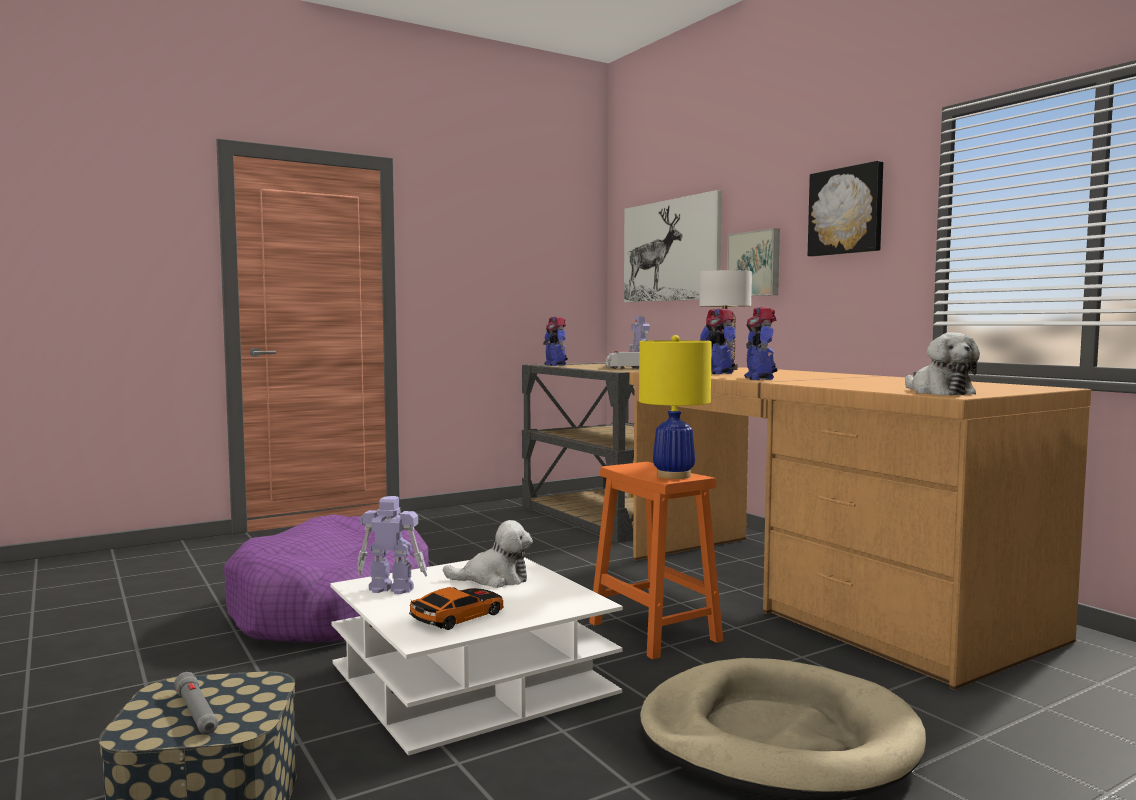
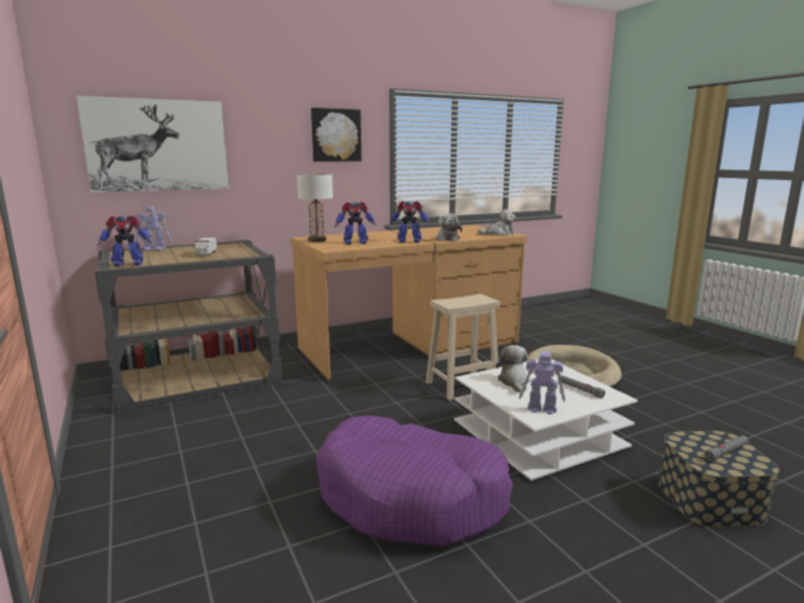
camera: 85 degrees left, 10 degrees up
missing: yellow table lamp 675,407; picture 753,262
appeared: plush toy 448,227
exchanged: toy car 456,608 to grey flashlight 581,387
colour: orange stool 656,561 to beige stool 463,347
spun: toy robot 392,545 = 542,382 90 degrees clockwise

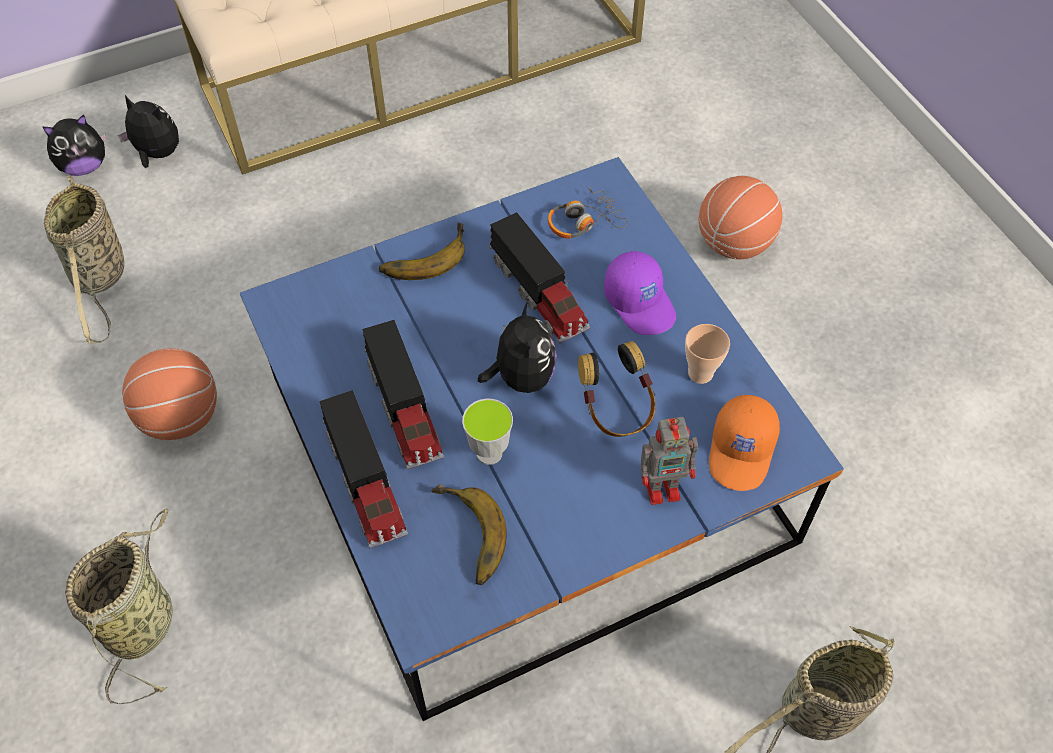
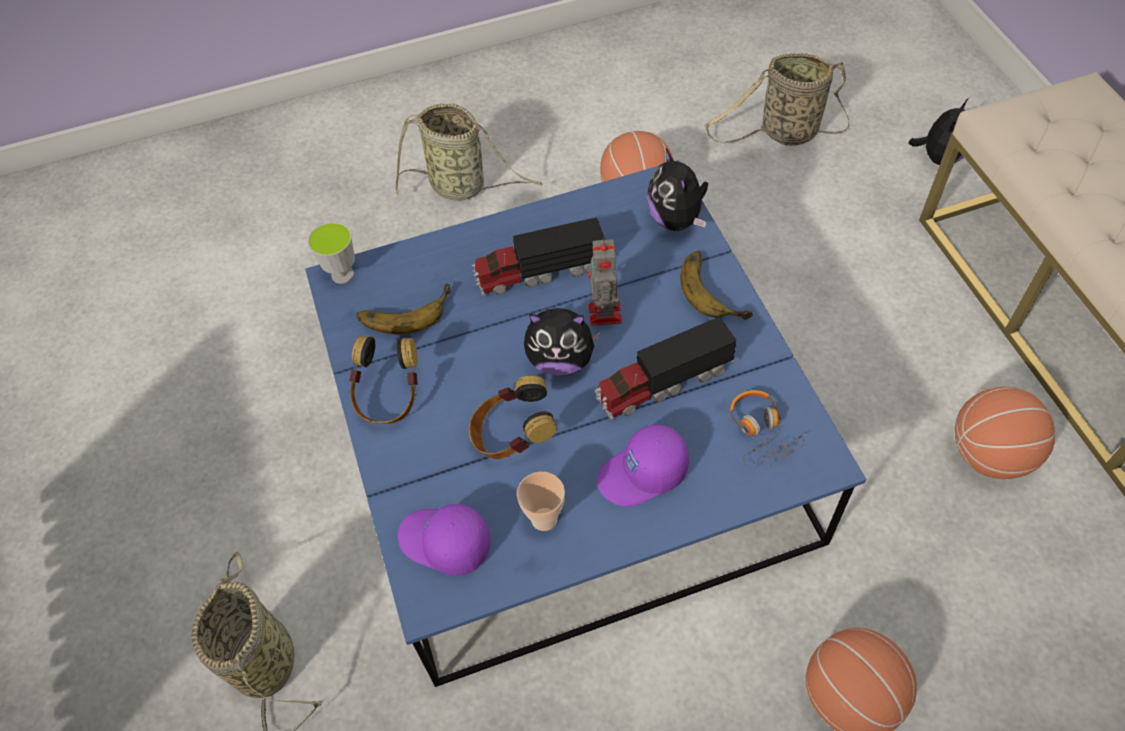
camera: 100 degrees right, 0 degrees up
missing: toy truck 363,469
appeared: headphones 383,380; basketball 1005,433
relocated: plush toy 74,145 to 677,189; cup 487,431 to 331,253; toy robot 669,461 to 605,281
colour: orange cap 744,443 to purple cap 444,539

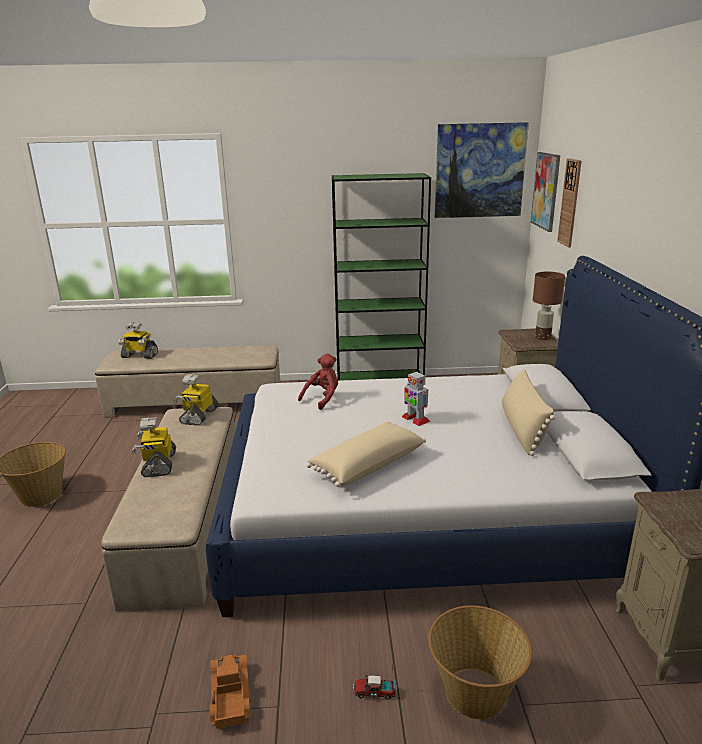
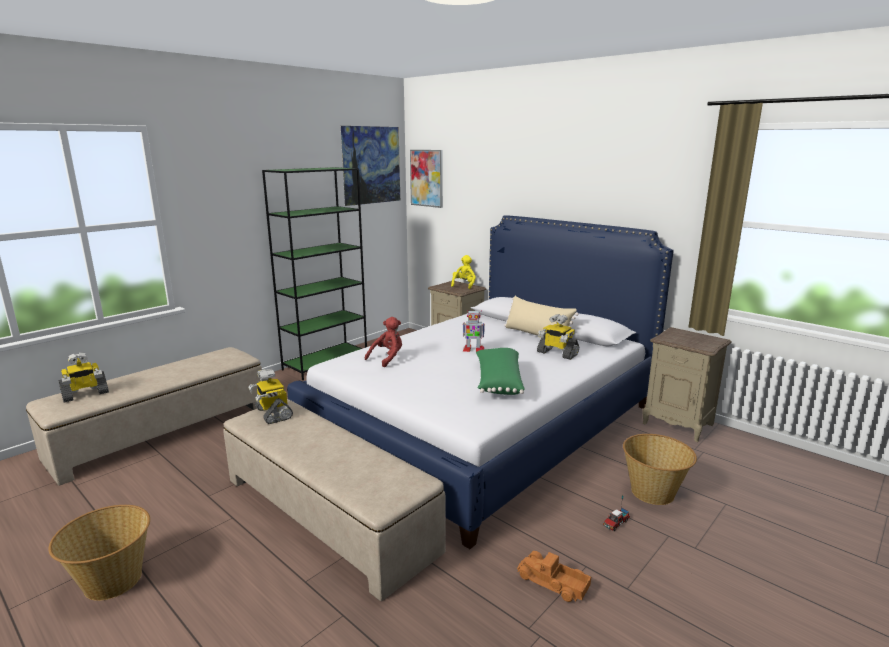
camera: 45 degrees left, 5 degrees down
missing: wall clock 569,202
relocated: toy robot 154,447 to 558,337
exchanged: brown table lamp 549,306 to yellow plush toy 463,272
colour: beige pillow 366,454 to green pillow 500,371
spun: red plush toy 318,381 = 383,342 45 degrees clockwise

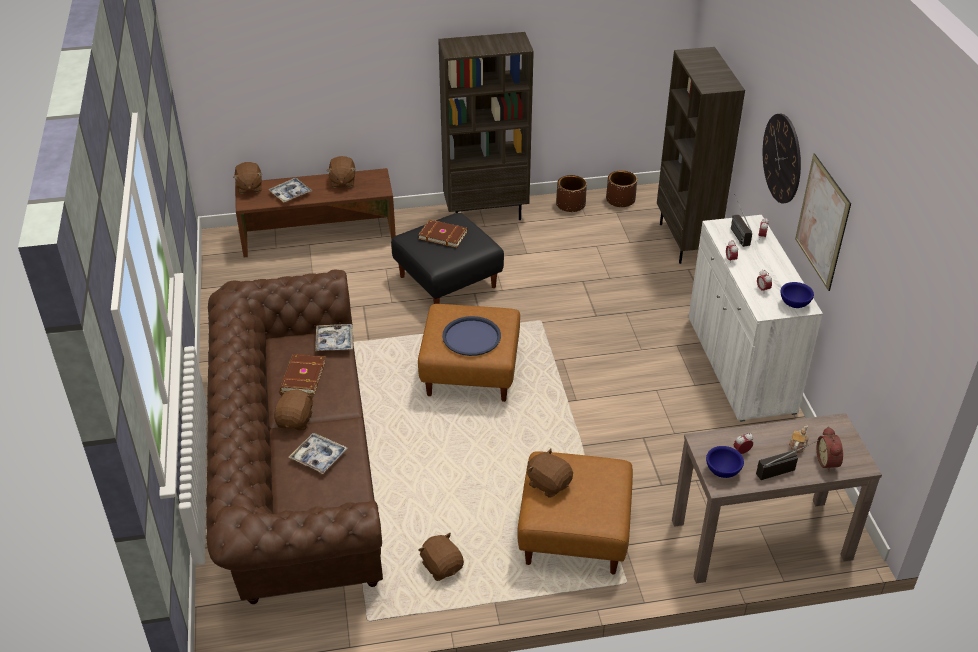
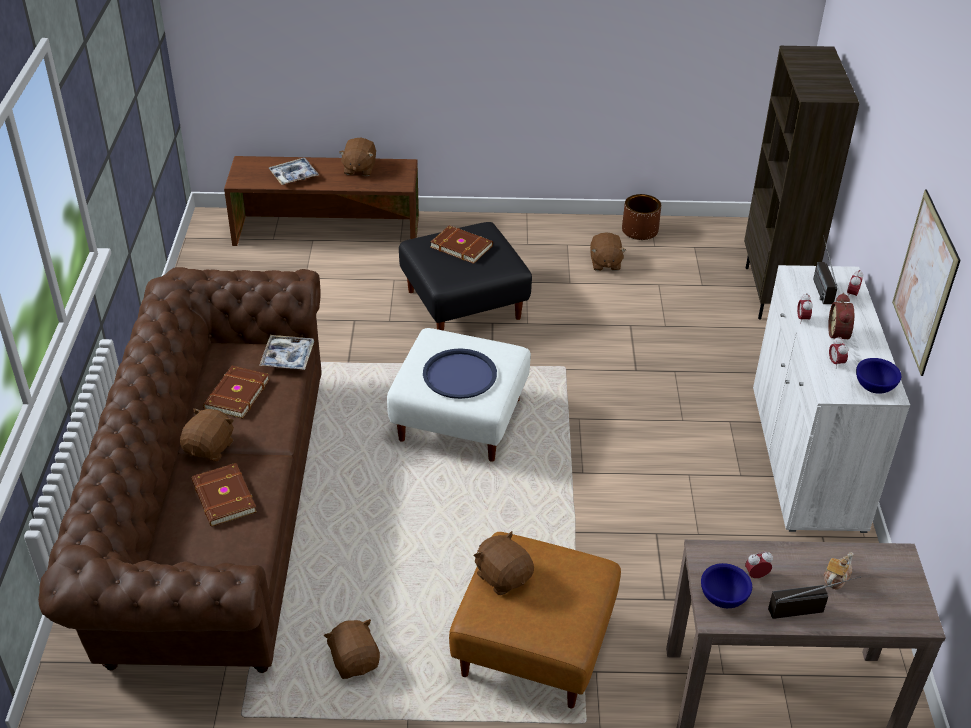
camera: 10 degrees right, 0 degrees up
missing: brown bookcase 486,126; brown planter 621,188; wall clock 782,158
relocated: brown plush toy 247,178 to 608,251; alarm clock 830,449 to 841,316
exchanged: tray 318,453 to brown book 224,495
colour: brown ottoman 469,353 to white ottoman 459,394

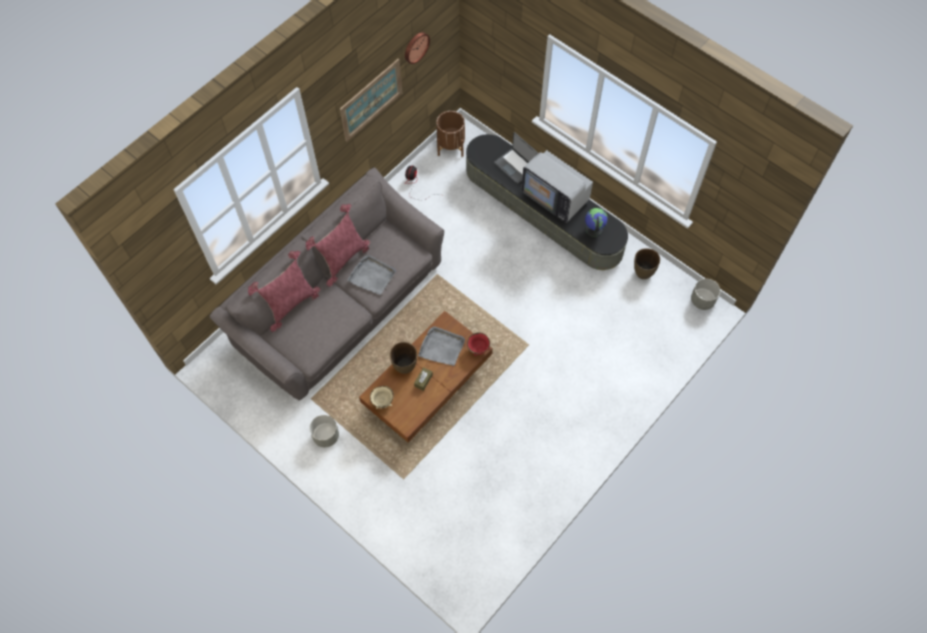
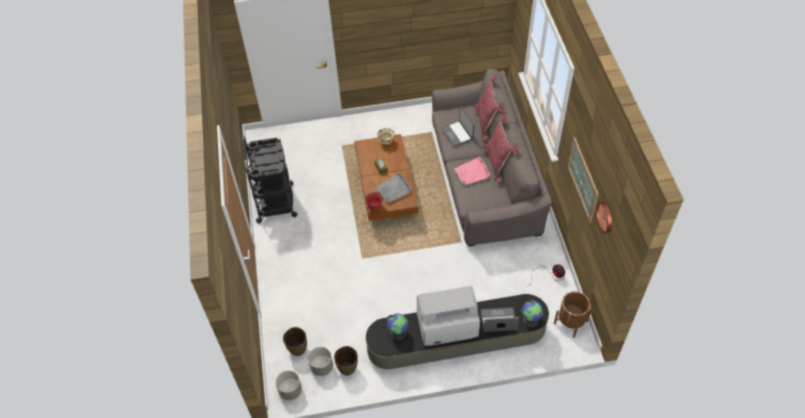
camera: 130 degrees right, 10 degrees down
appeared: black cart 269,179; laptop 457,126; globe 532,313
relocated: grey planter 324,431 to 320,361; brown vase 403,358 to 295,341
colour: grey tray 371,275 to pink tray 472,171

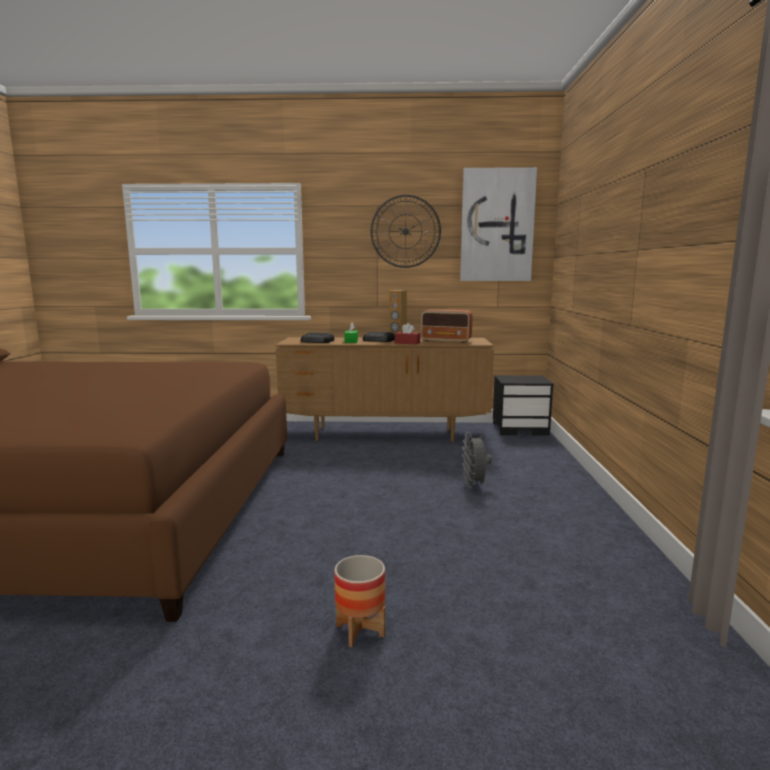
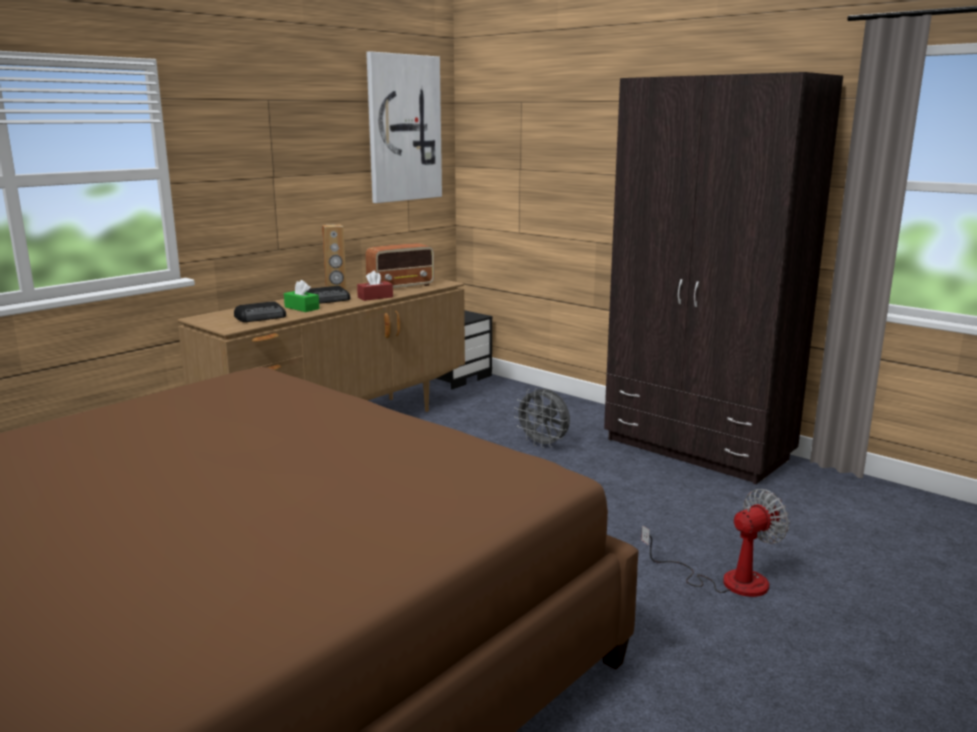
camera: 50 degrees left, 5 degrees up
missing: wall clock 406,231
appeared: brown wardrobe 723,278
exchanged: planter 359,601 to fan 715,543

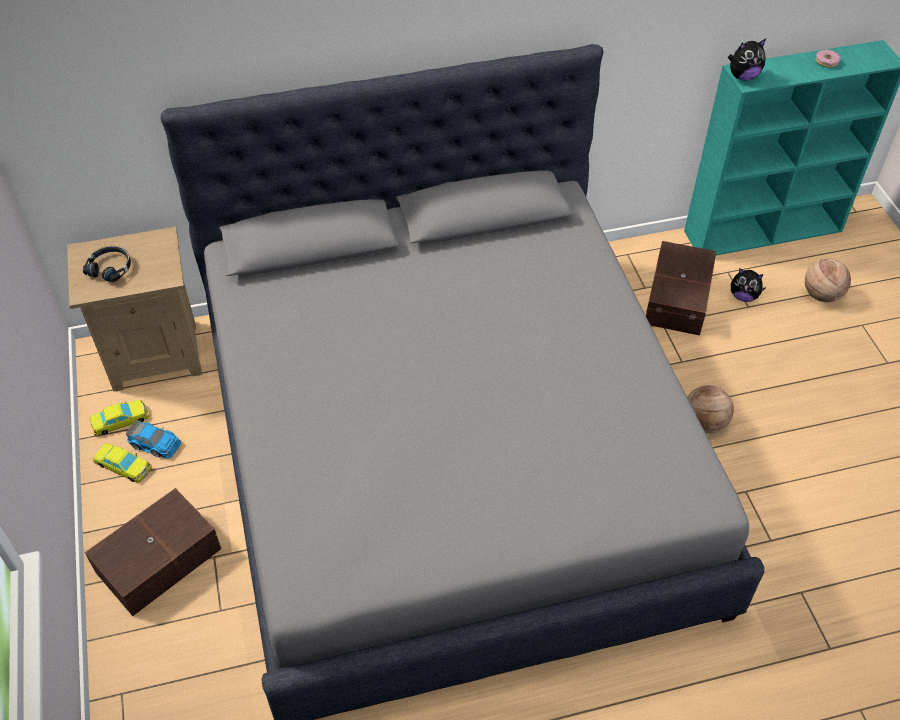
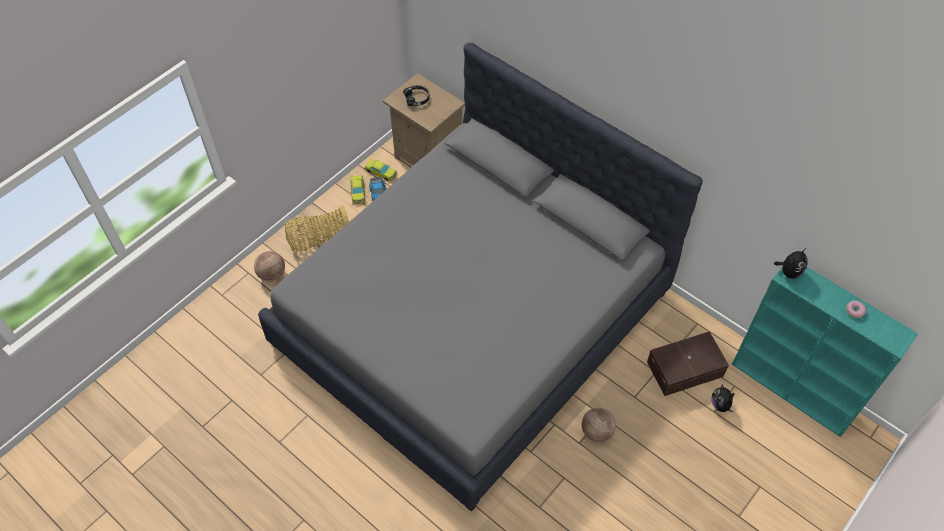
camera: 55 degrees right, 5 degrees up
relocated: basketball 828,280 to 269,266
exchanged: brown storage box 153,552 to basket 317,228
spun: plush toy 747,59 = 790,263 90 degrees counterclockwise

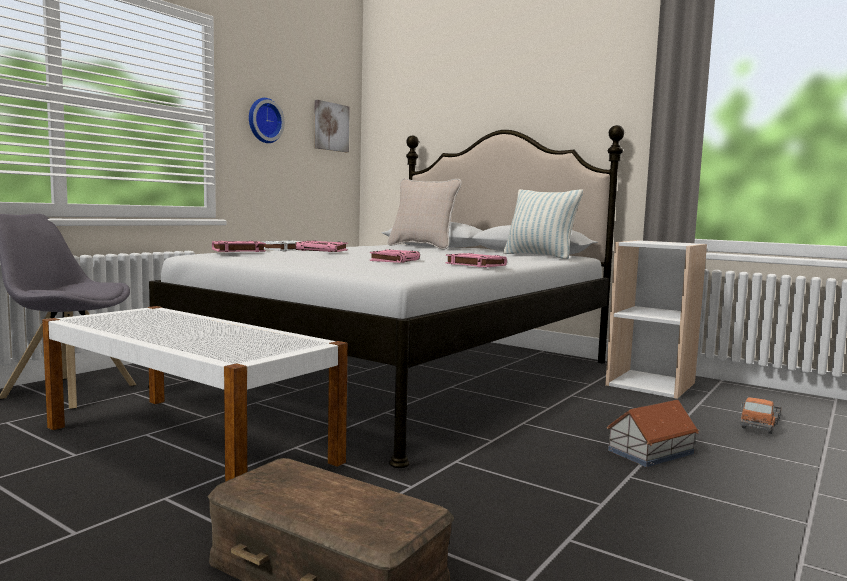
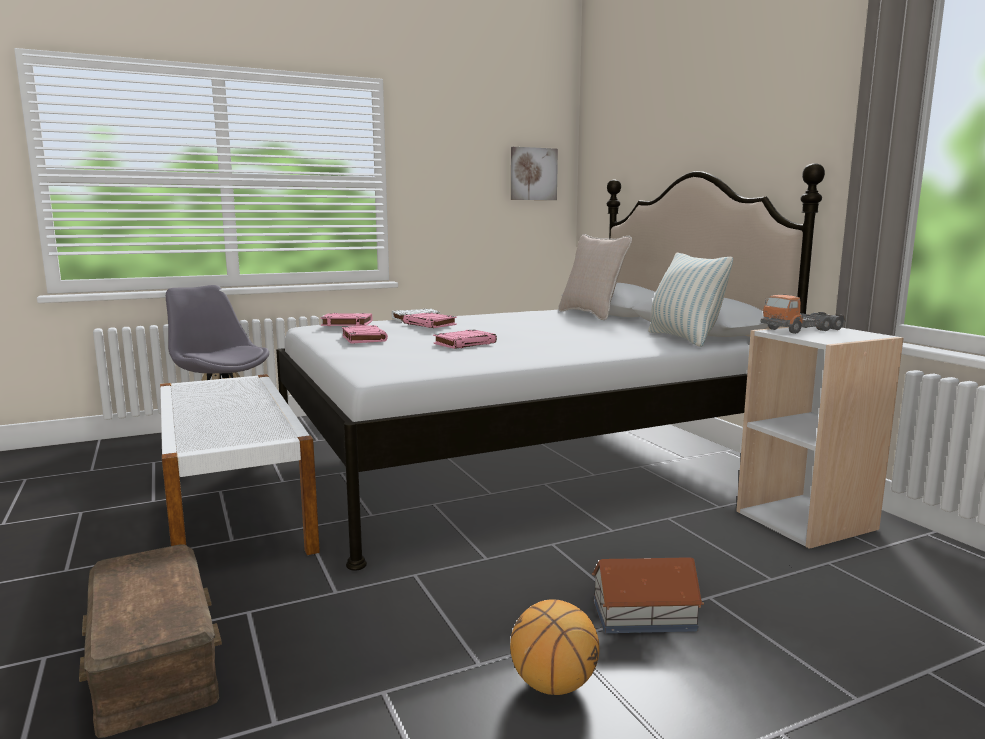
camera: 30 degrees right, 5 degrees up
missing: wall clock 267,120
appeared: basketball 555,647
relocated: pink book 476,260 to 365,334; toy truck 760,415 to 803,314

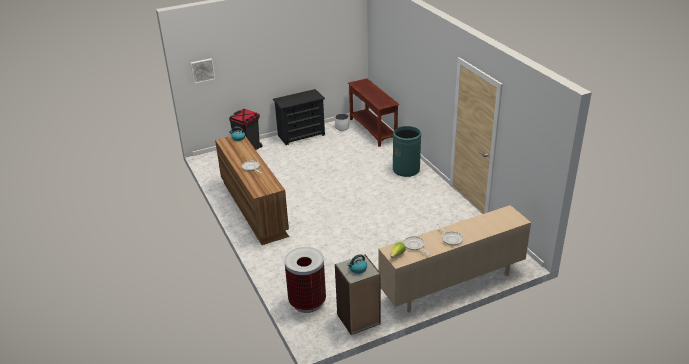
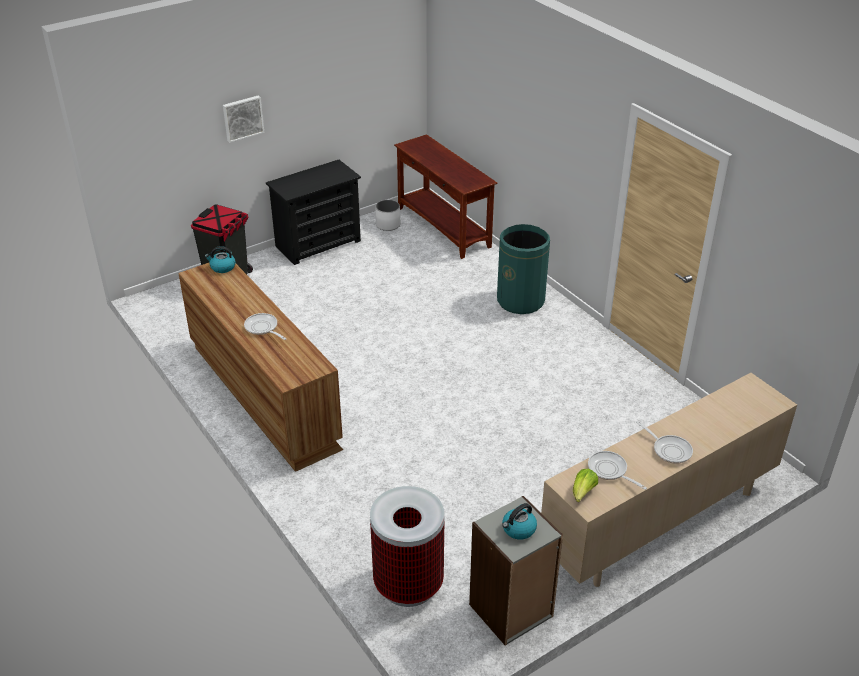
camera: 10 degrees left, 5 degrees up
relocated: picture 202,71 to 243,119

